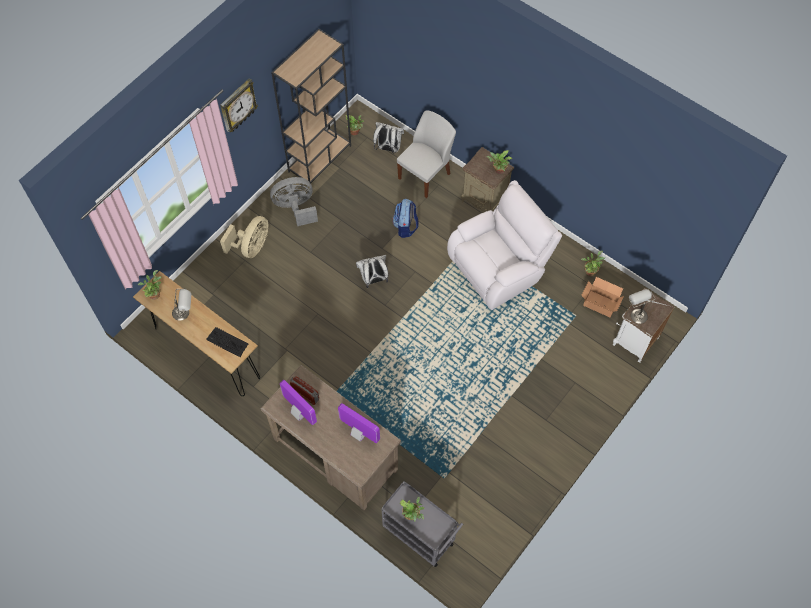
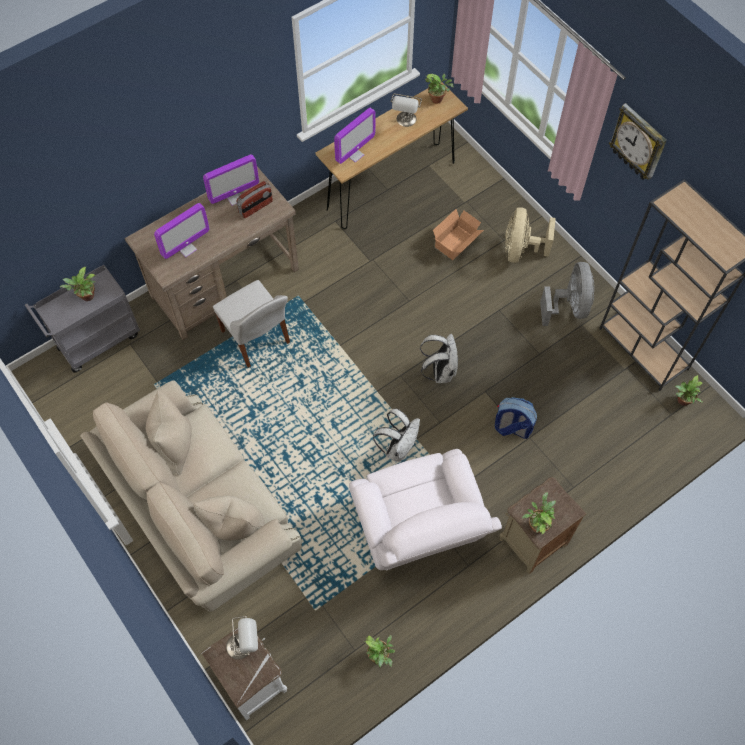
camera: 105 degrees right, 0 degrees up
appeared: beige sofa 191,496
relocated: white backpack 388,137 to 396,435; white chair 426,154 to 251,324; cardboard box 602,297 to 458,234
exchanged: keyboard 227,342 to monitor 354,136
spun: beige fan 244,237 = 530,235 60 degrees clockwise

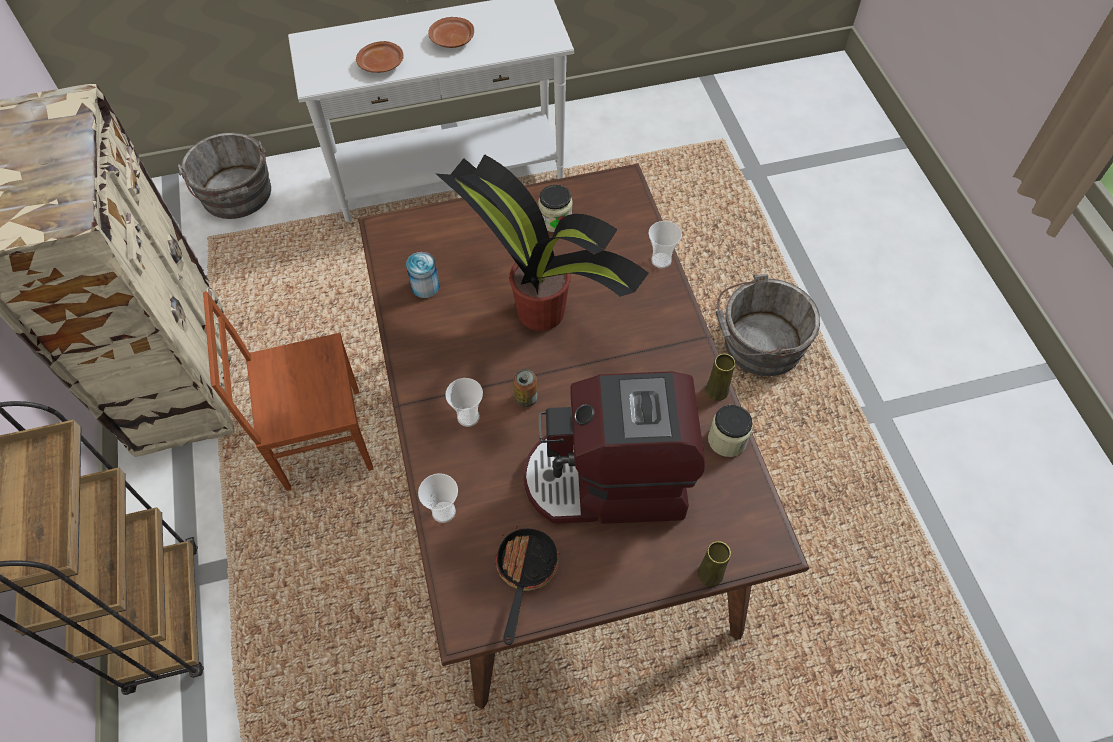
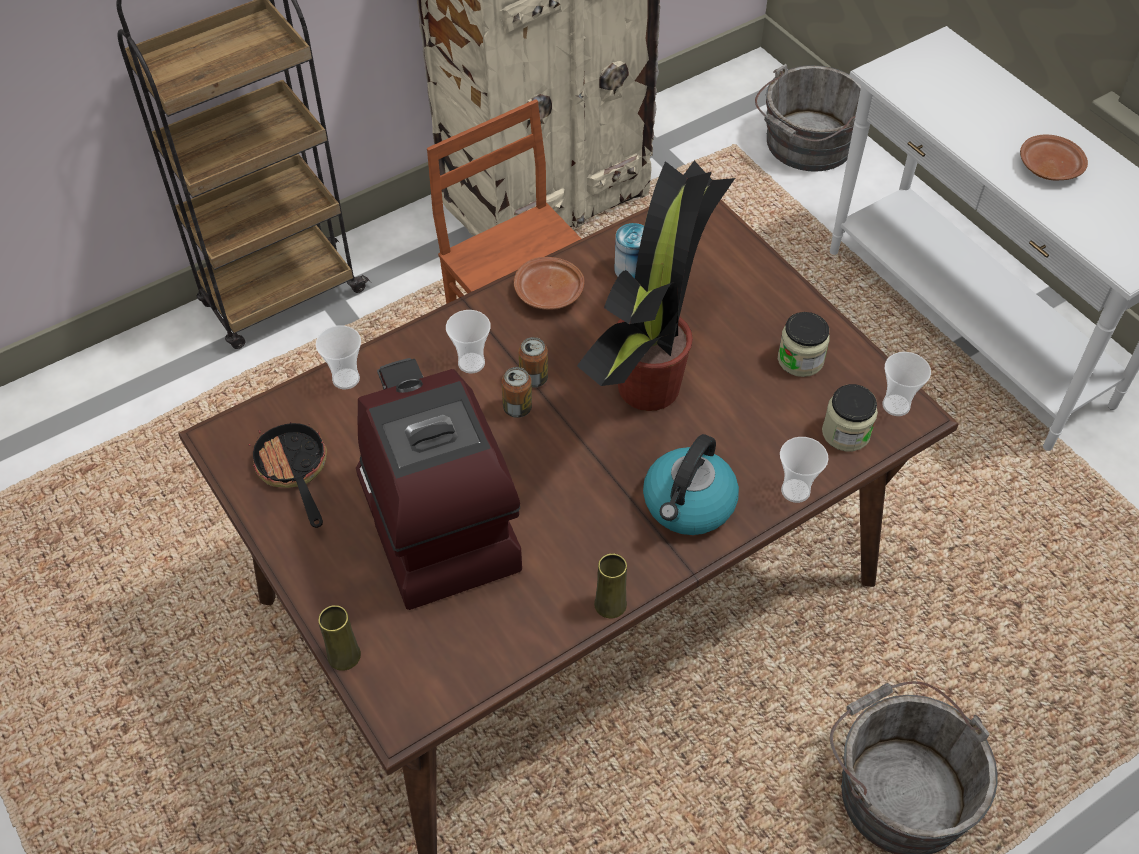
camera: 70 degrees right, 5 degrees down
appeared: can 533,362; kettle 691,484; cup 906,384
relocated: brown plate 380,57 to 549,283; jar 730,431 to 850,417
spun: frying pan 527,585 = 288,475 105 degrees counterclockwise

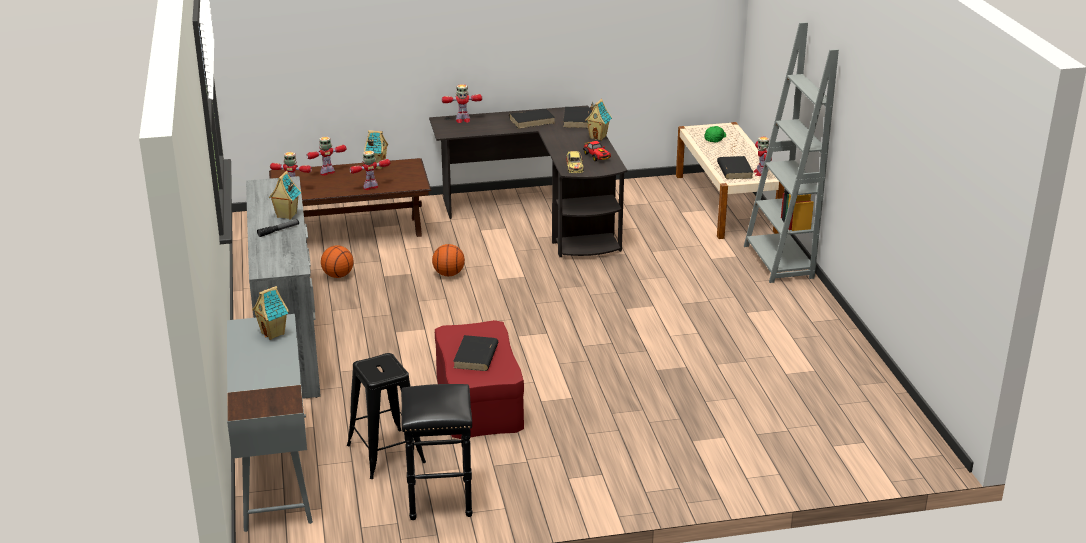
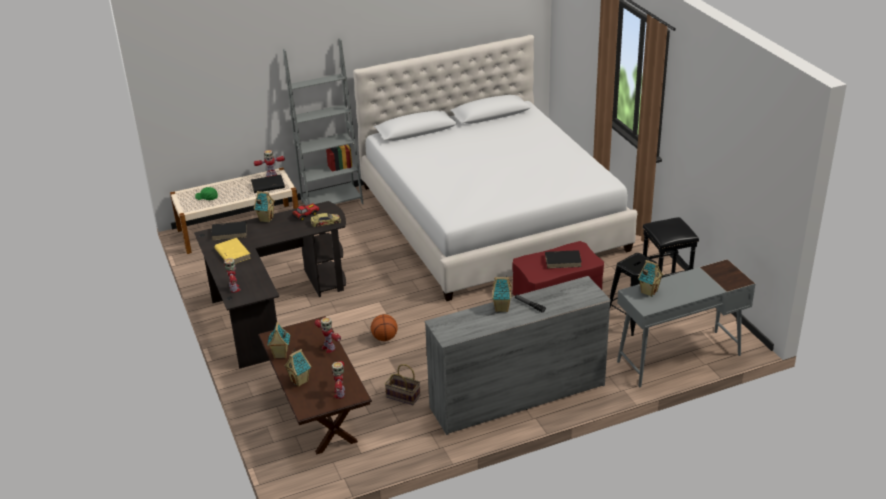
camera: 100 degrees left, 5 degrees up
appeared: white bed 495,168
exchanged: toy robot 326,156 to toy house 297,368; basketball 337,261 to basket 402,384
colour: black book 532,119 to yellow book 232,251

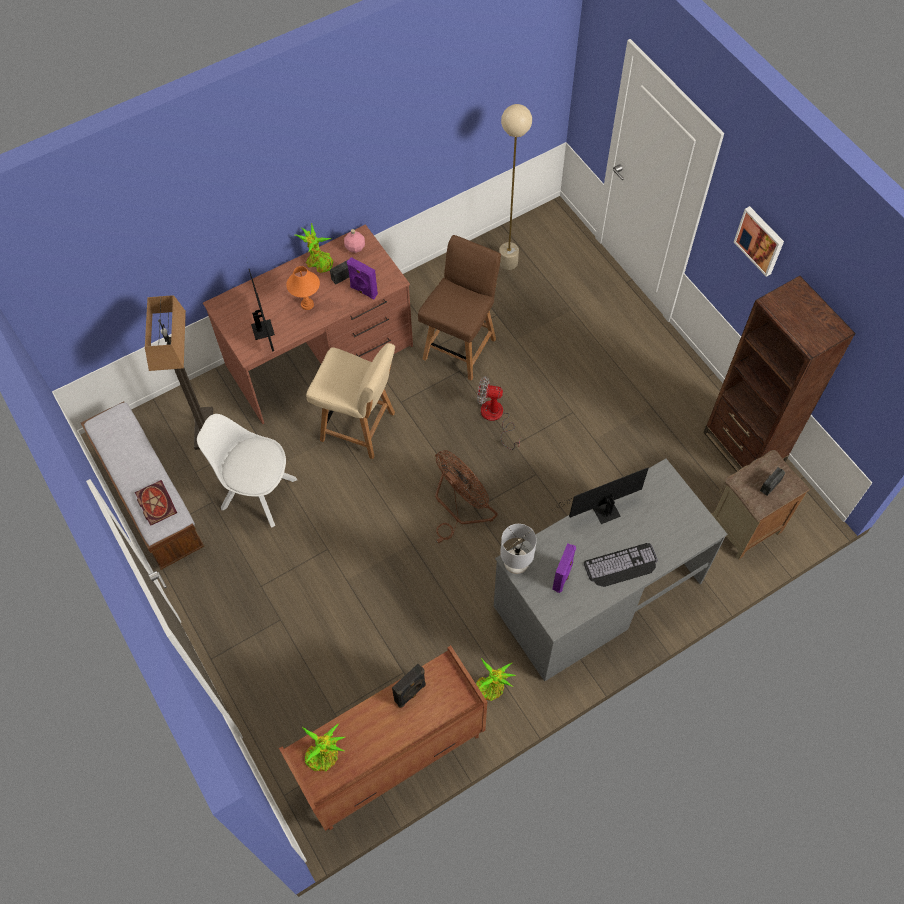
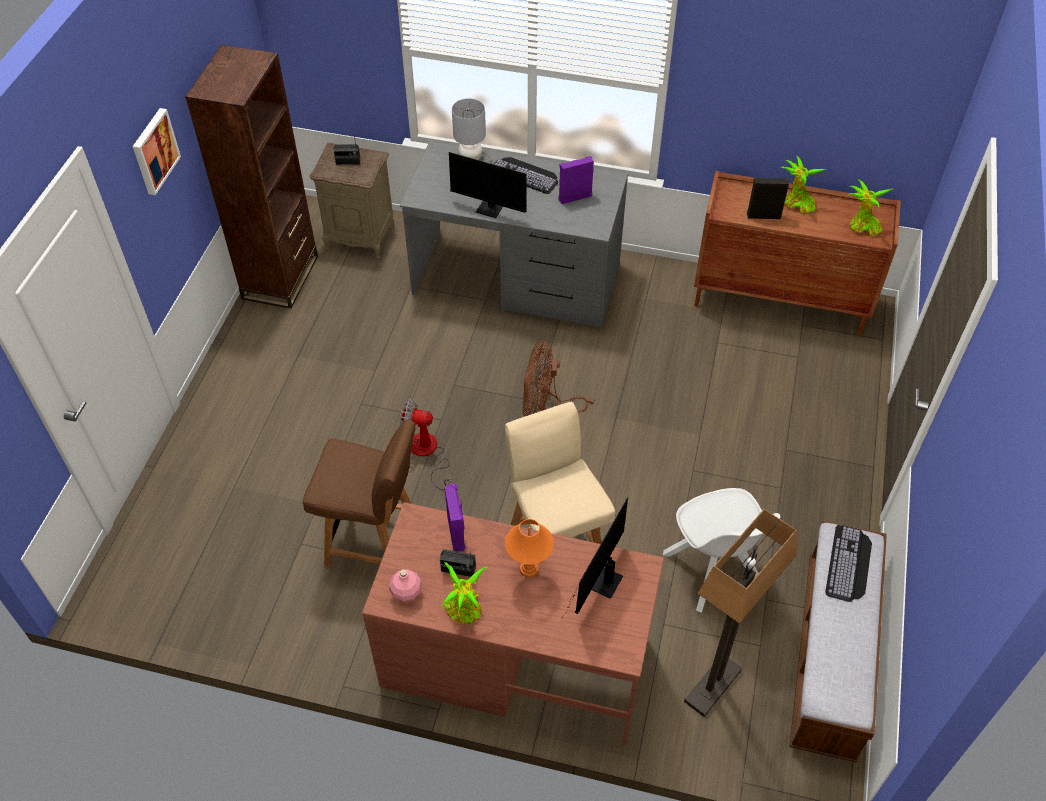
camera: 135 degrees left, 10 degrees down
missing: beige floor lamp 515,187
relocated: potted plant 496,679 to 803,184; grey table lamp 518,549 to 469,129
exchanged: book 156,503 to keyboard 848,563
spun: brown chair 459,308 = 359,493 150 degrees counterclockwise; fan 498,413 = 426,444 135 degrees clockwise

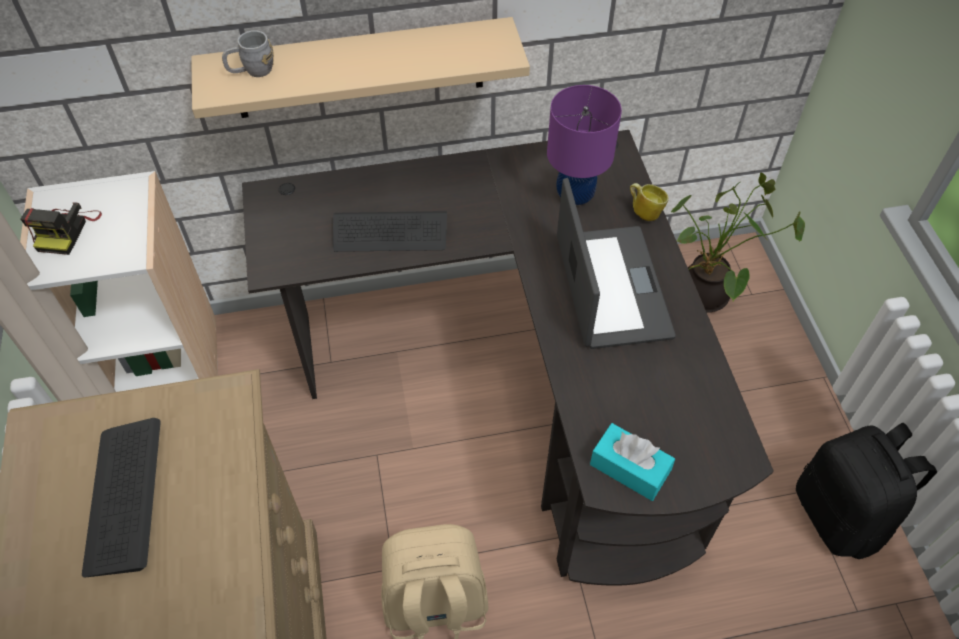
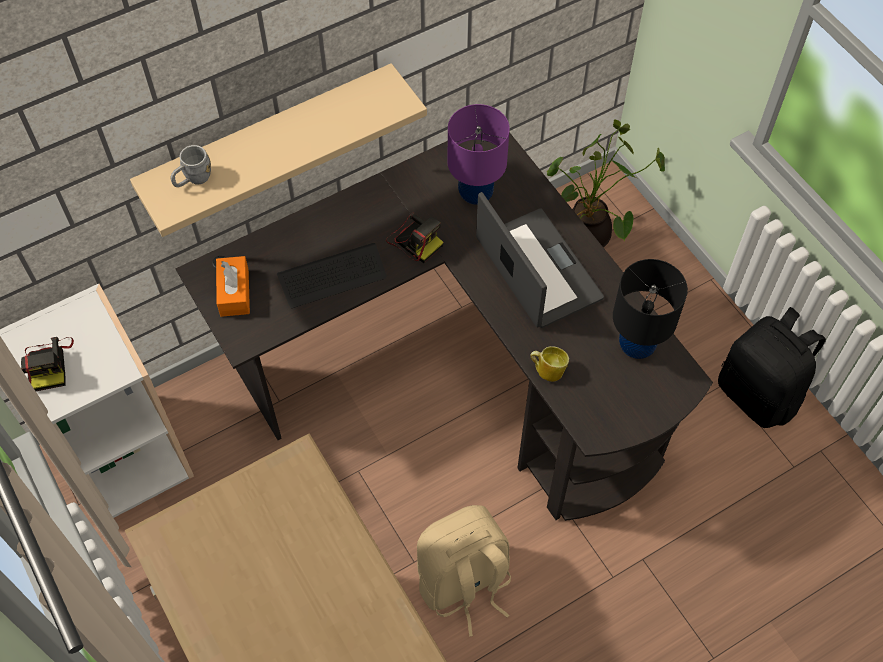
camera: 20 degrees left, 5 degrees up
missing: keyboard 121,498; turquoise tissue box 632,462
appeared: orange tissue box 233,286; photo camera 415,237; black table lamp 650,309
relocated: mug 649,202 to 549,364

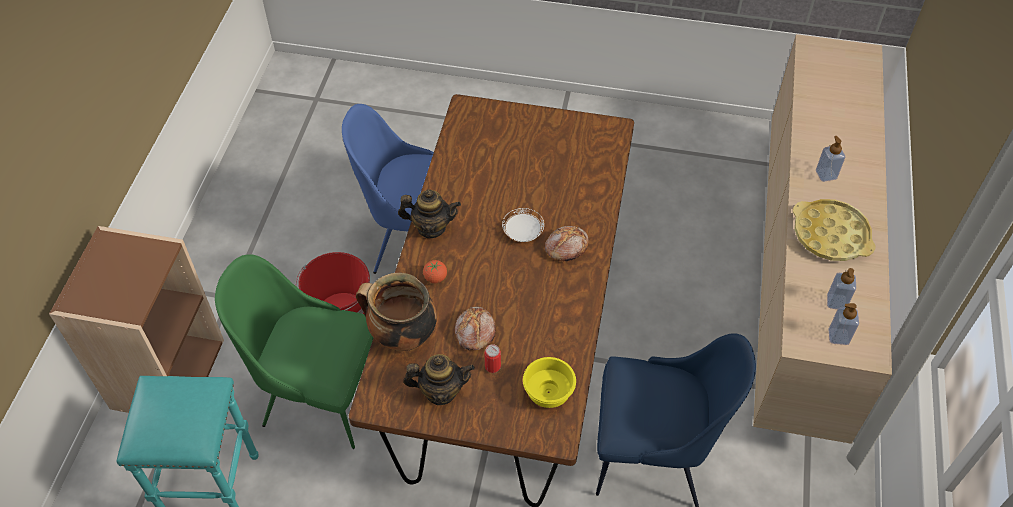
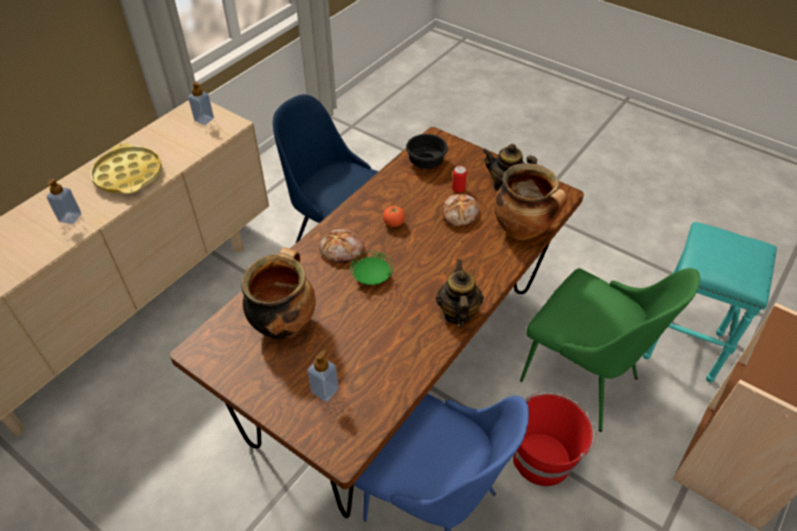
camera: 155 degrees left, 5 degrees down
appeared: cooking pot 278,293
relocated: tomato 435,271 to 394,216; soap dispenser 841,288 to 323,376
colour: white plate 523,225 to green plate 372,268; yellow bowl 549,382 to black bowl 427,151
spun: teapot 429,213 = 460,293 60 degrees clockwise

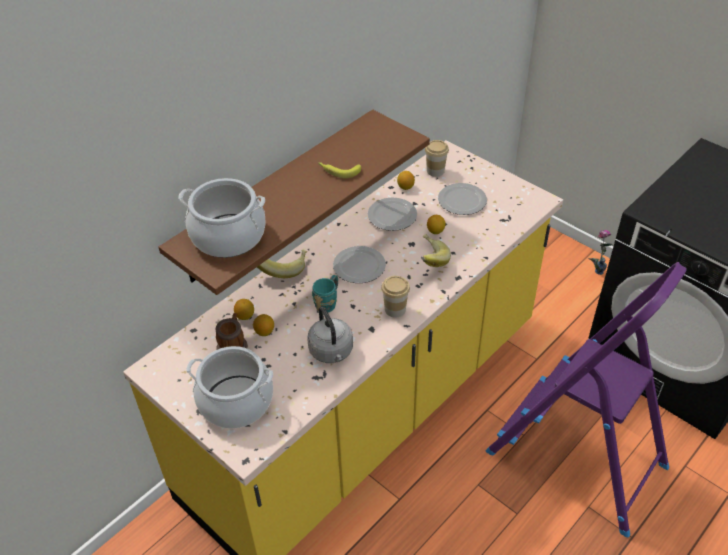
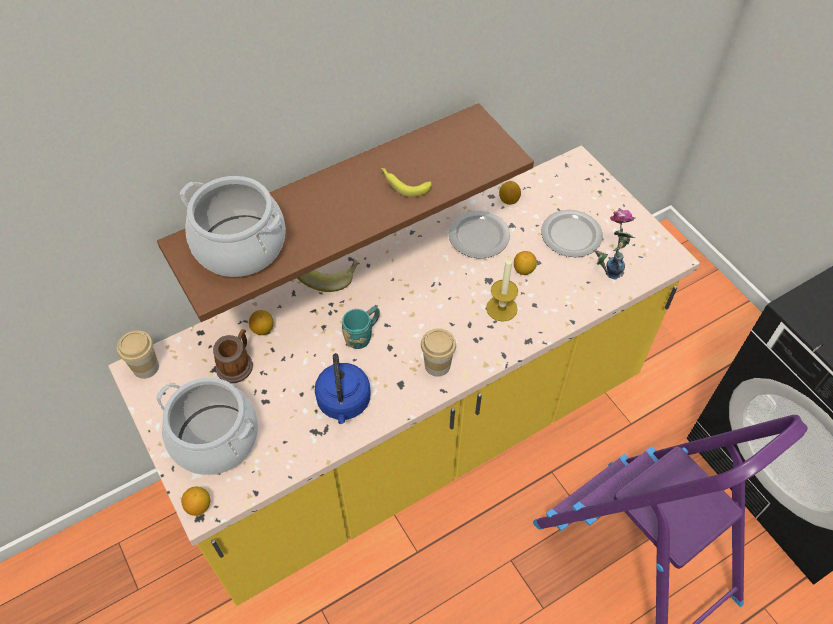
camera: 15 degrees right, 10 degrees up
missing: plate 359,264
relocated: lemon 263,325 to 195,501; cup 437,158 to 138,354; vase 600,252 to 614,243
exchanged: banana 436,250 to candle 502,289
colour: grey kettle 330,335 to blue kettle 343,388

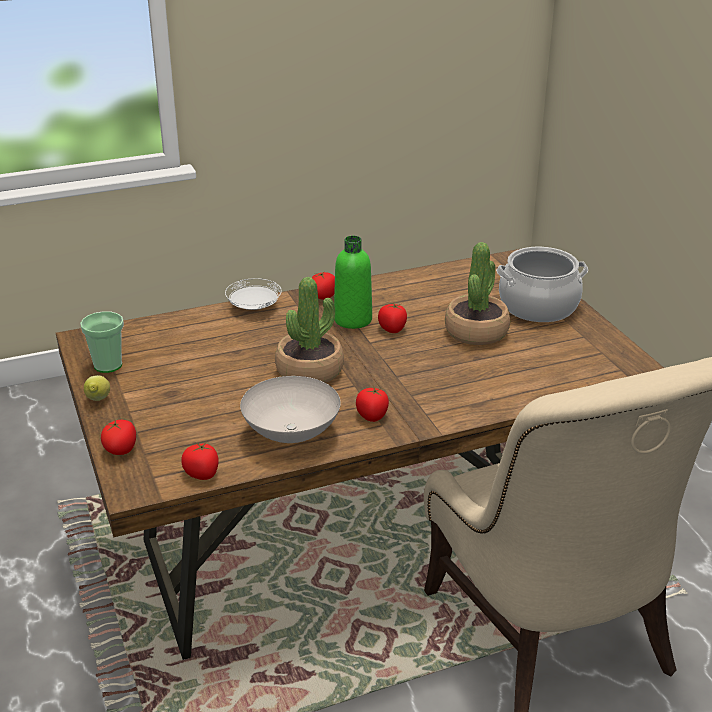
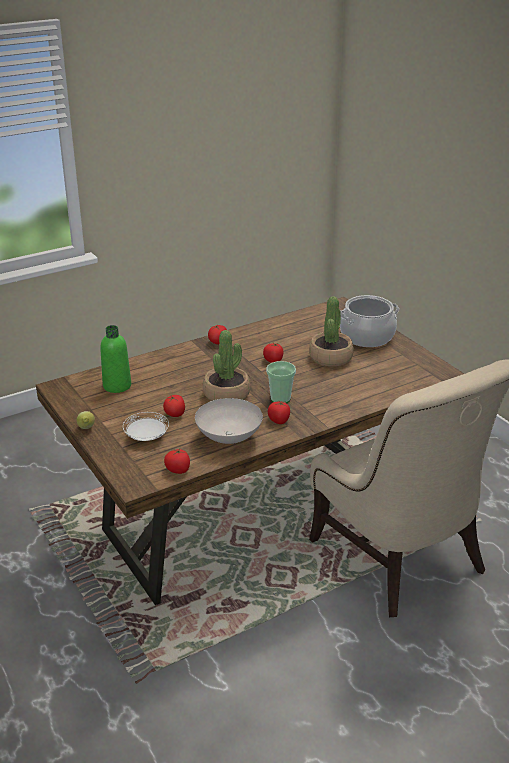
camera: 10 degrees left, 0 degrees up
relocated: cup 102,342 to 281,382; tomato 118,437 to 174,406; white plate 253,294 to 146,426; green bottle 353,282 to 115,359

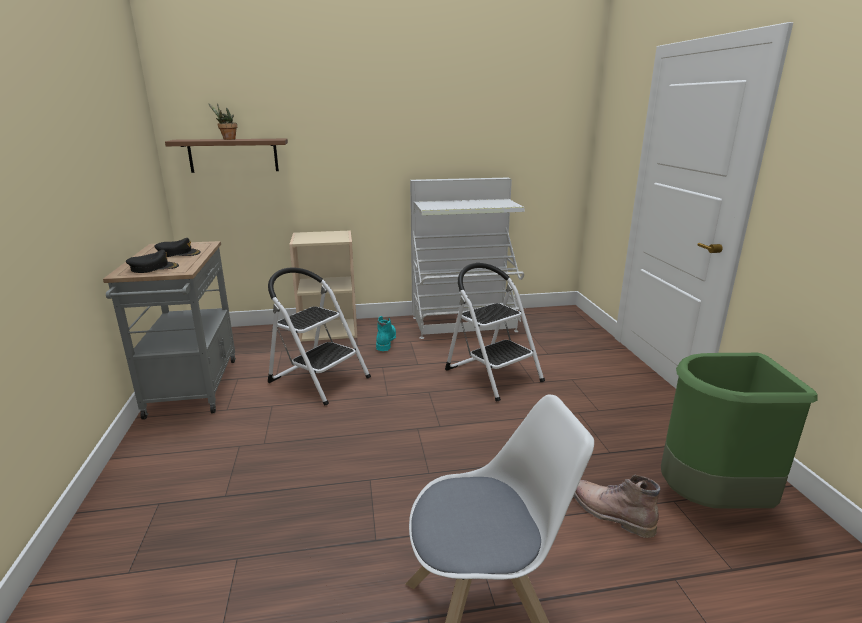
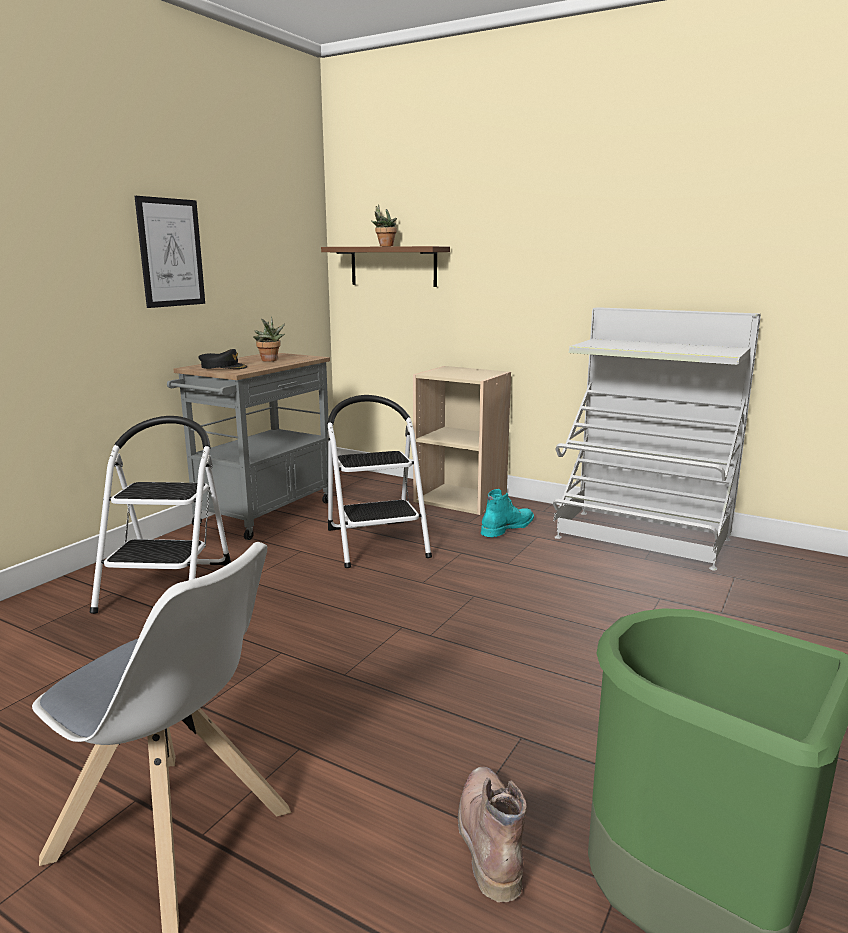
camera: 40 degrees right, 5 degrees down
appeared: picture 170,252
relocated: step ladder 495,332 to 160,515
exchanged: black cap 177,247 to potted plant 269,339

